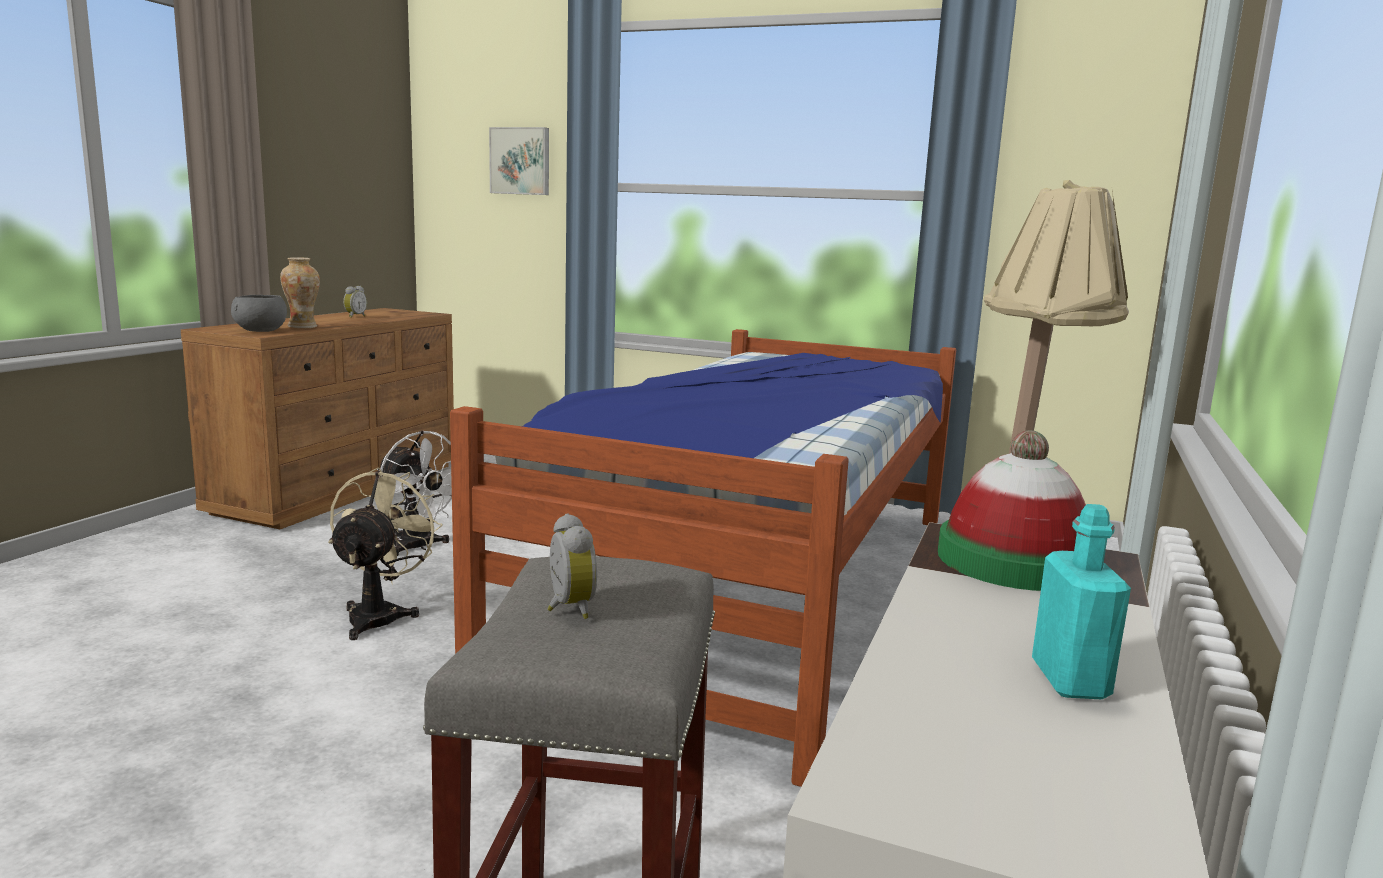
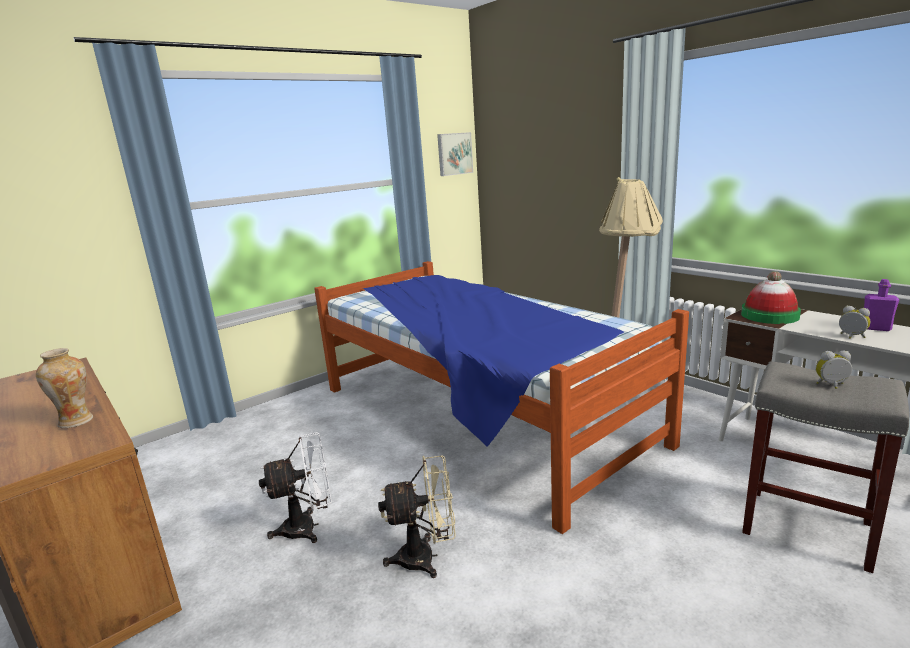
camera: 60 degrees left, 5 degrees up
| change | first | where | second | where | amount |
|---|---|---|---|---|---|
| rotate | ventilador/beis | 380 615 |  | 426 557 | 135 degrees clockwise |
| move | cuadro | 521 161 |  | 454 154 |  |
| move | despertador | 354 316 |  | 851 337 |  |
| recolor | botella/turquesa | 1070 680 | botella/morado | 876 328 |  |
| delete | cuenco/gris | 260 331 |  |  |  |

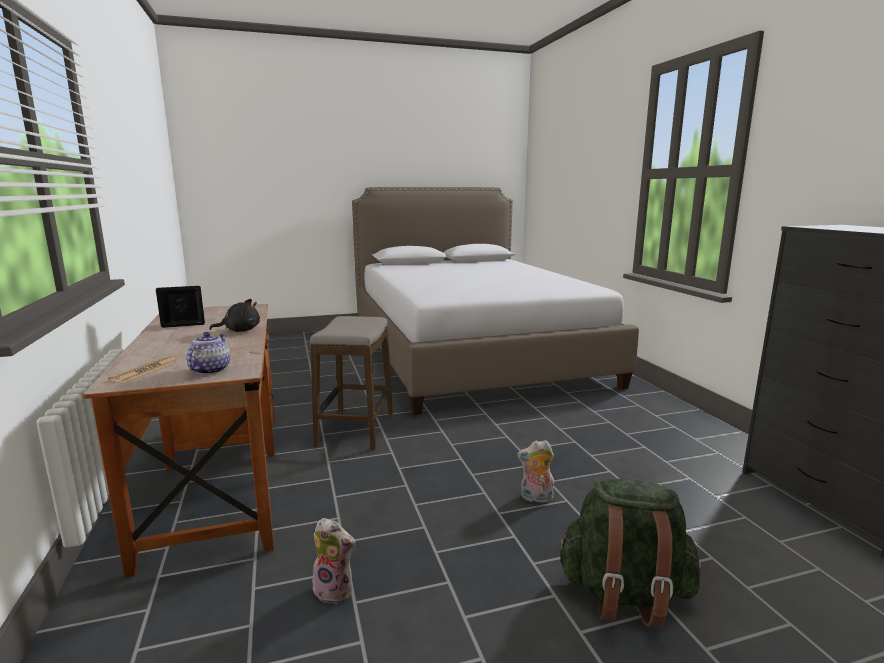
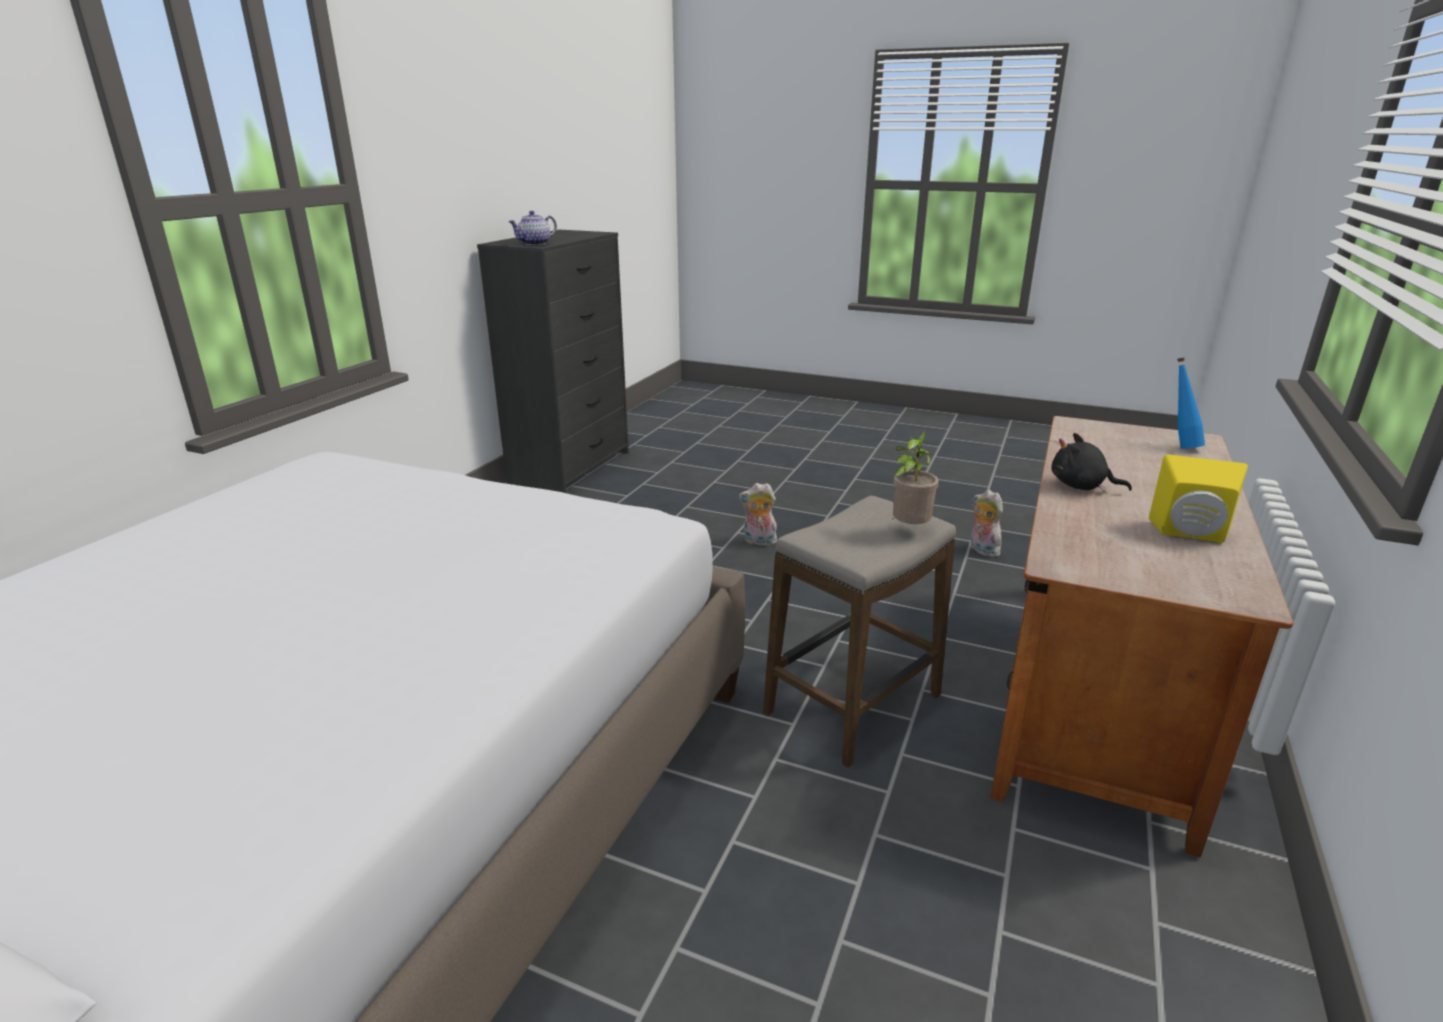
camera: 140 degrees left, 10 degrees up
| change | first | where | second | where | amount |
|---|---|---|---|---|---|
| move | tetera | 210 370 |  | 534 244 |  |
| rotate | peluche | 536 498 |  | 758 542 | 150 degrees clockwise |
| insert |  |  | planta en maceta | 908 529 |  |
| recolor | altavoz/negro | 184 323 | altavoz/amarillo | 1190 534 |  |
| replace | periódico | 145 370 | botella/azul | 1179 446 |  |
| delete | mochila/verde | 624 594 |  |  |  |

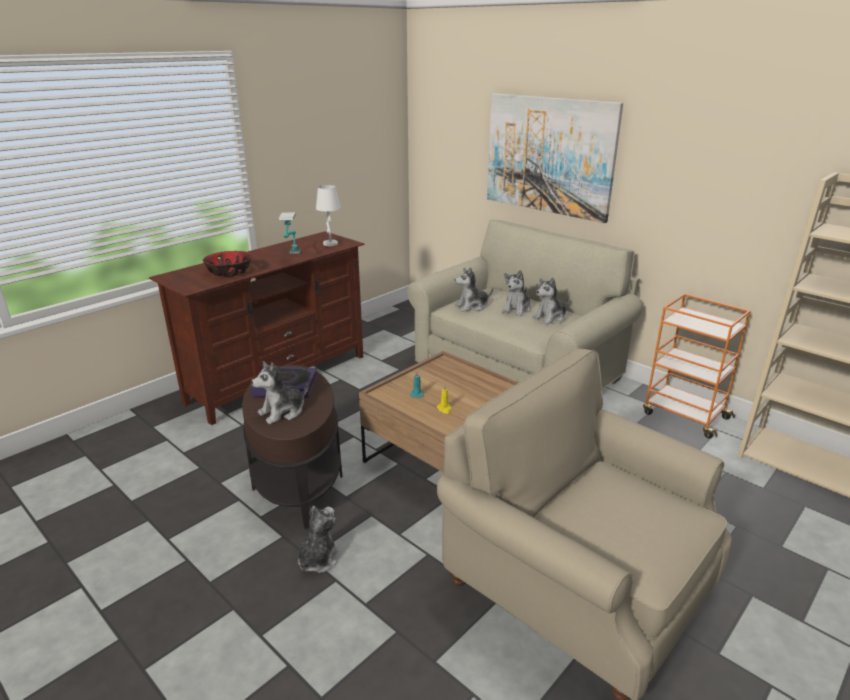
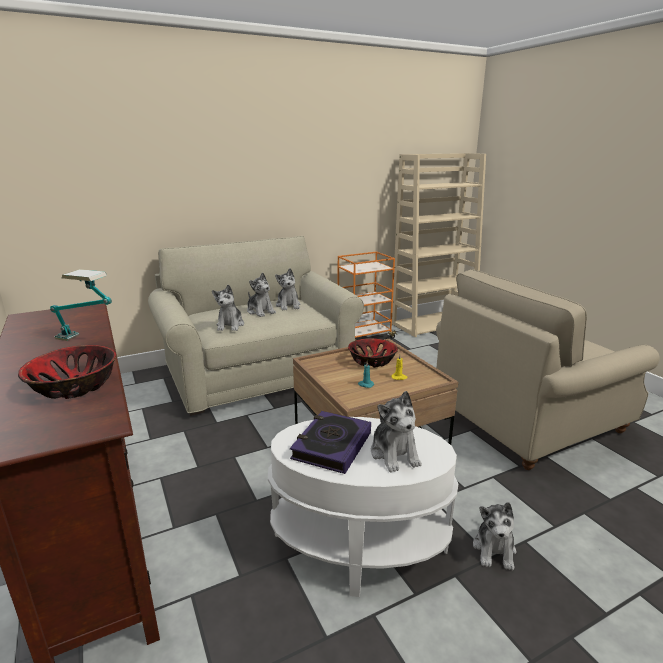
camera: 70 degrees left, 5 degrees down
| change | first | where | second | where | amount |
|---|---|---|---|---|---|
| recolor | mesa auxiliar/marrón | 298 481 | mesa auxiliar/blanco | 359 548 |  |
| insert |  |  | cuenco | 372 361 |  |
| rotate | peluche | 318 559 |  | 494 550 | 120 degrees counterclockwise |
| delete | lámpara de mesa/blanco | 330 243 |  |  |  |
| delete | cuadro | 549 155 |  |  |  |

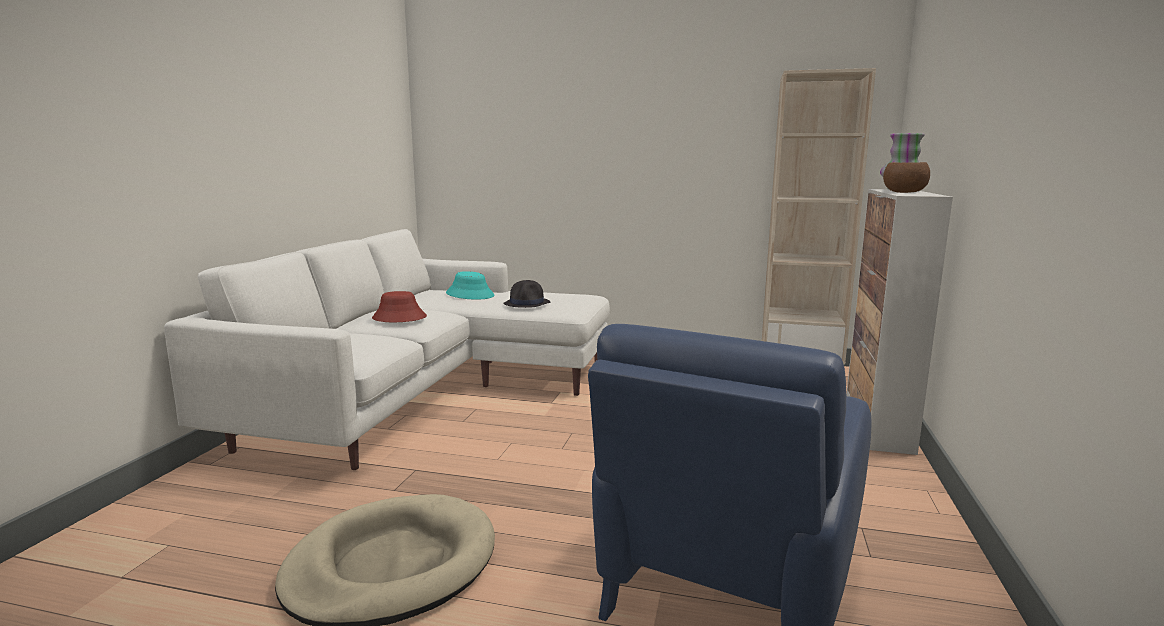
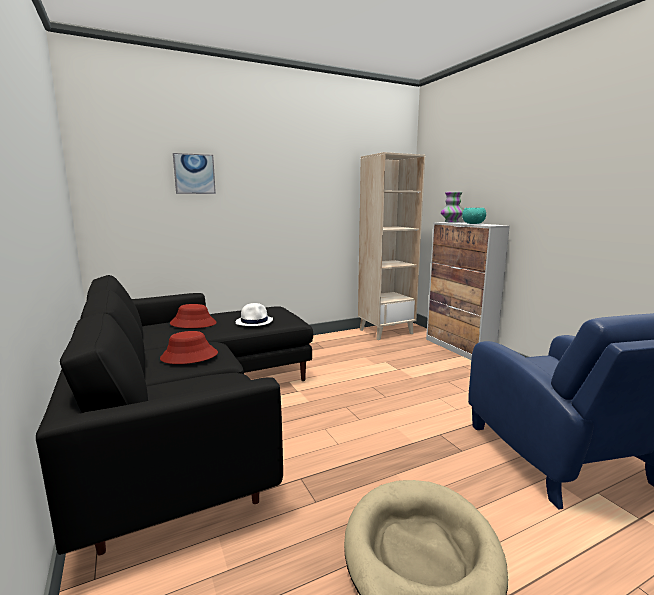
camera: 40 degrees left, 0 degrees up
| change | first | where | second | where | amount |
|---|---|---|---|---|---|
| recolor | sofá/blanco | 422 394 | sofá/negro | 192 418 |  |
| recolor | sombrero/turquesa | 470 294 | sombrero/rojo | 193 323 |  |
| insert |  |  | cuadro | 194 174 |  |
| recolor | sombrero/negro | 527 303 | sombrero/blanco | 254 321 |  |
| recolor | cuenco/marrón | 904 192 | cuenco/turquesa | 473 223 |  |

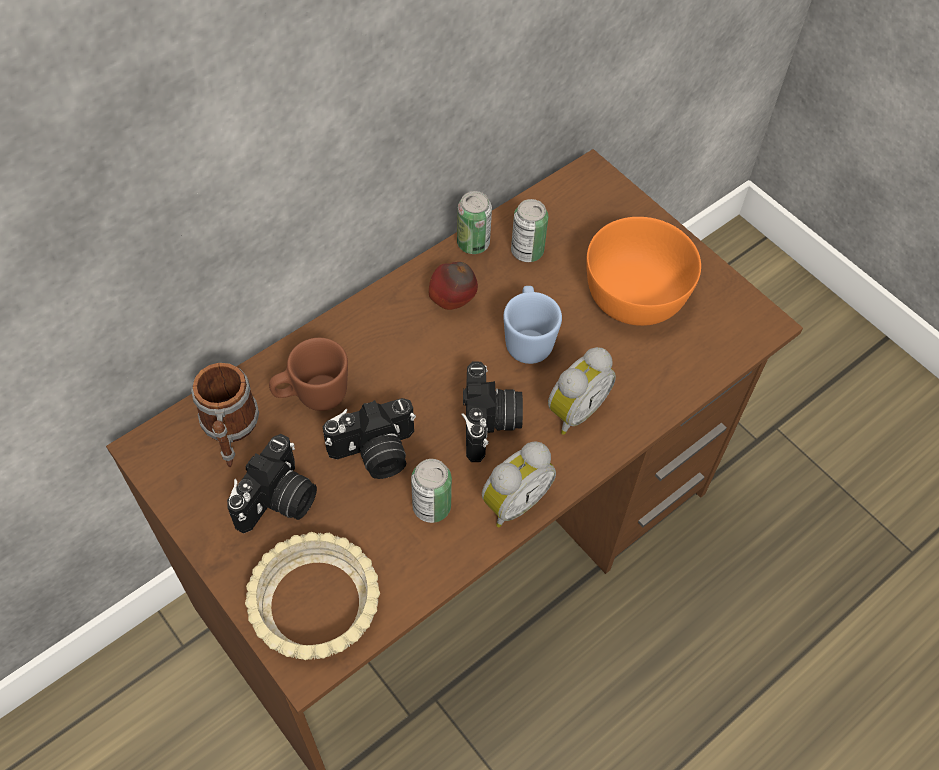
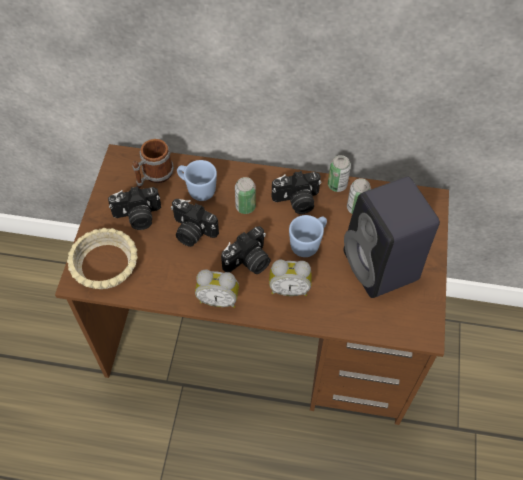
camera: 50 degrees right, 0 degrees up
| change | first | where | second | where | amount |
|---|---|---|---|---|---|
| recolor | taza grande/marrón | 312 396 | taza grande/azul | 197 189 |  |
| move | lata | 431 507 |  | 245 207 |  |
| replace | manzana | 452 302 | cámara | 297 201 |  |
| replace | cuenco/naranja | 636 293 | altavoz/negro | 382 267 |  |

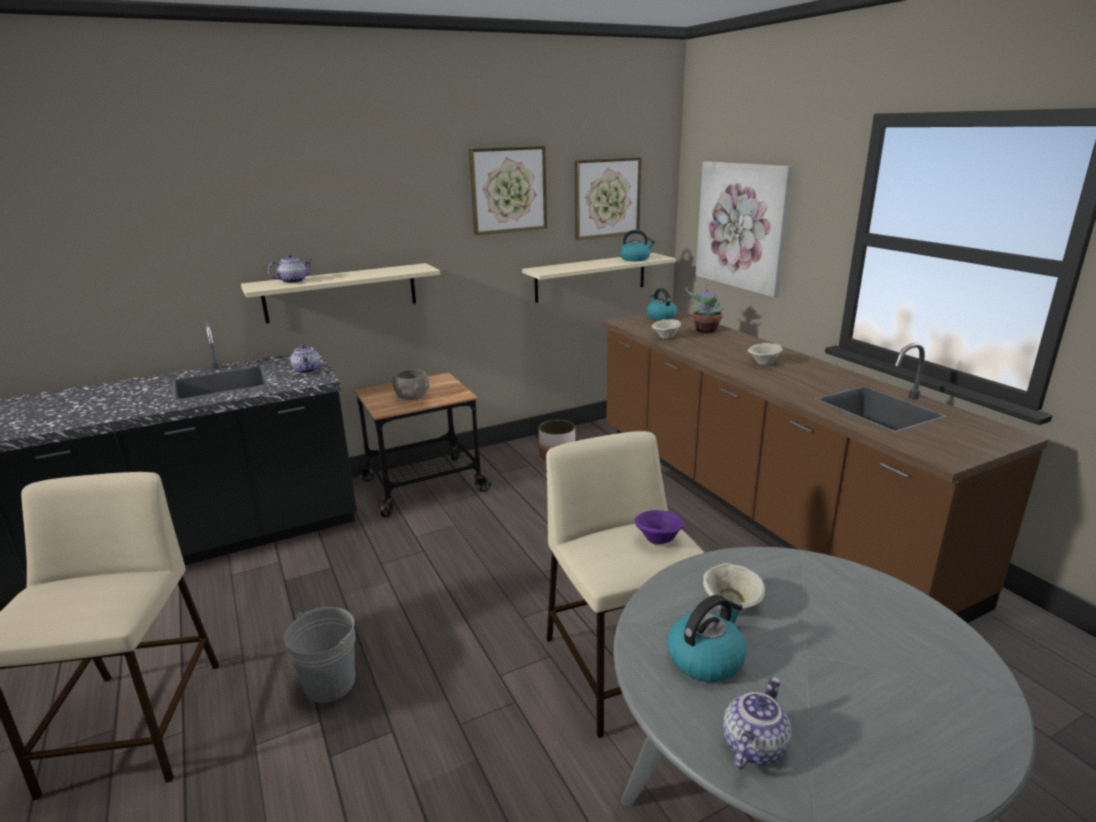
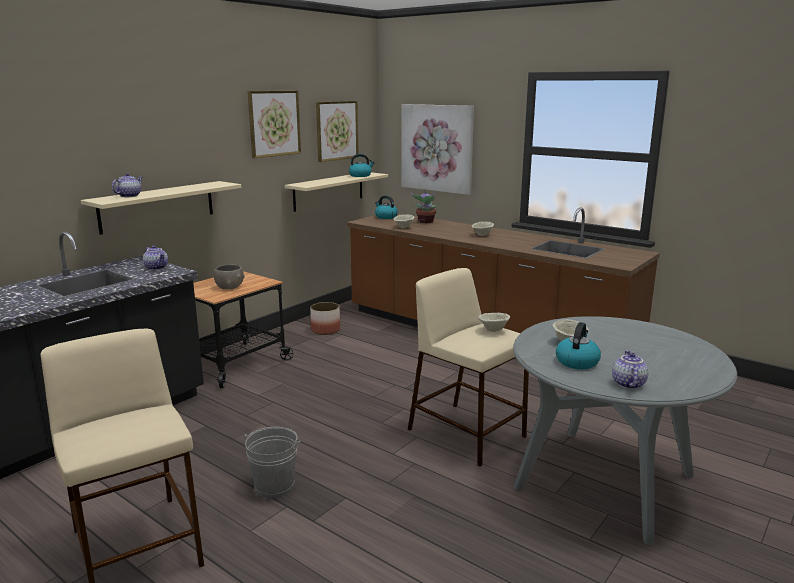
camera: 25 degrees left, 5 degrees down
| change | first | where | second | where | amount |
|---|---|---|---|---|---|
| recolor | cuenco/morado | 658 540 | cuenco/beis | 493 330 |  |

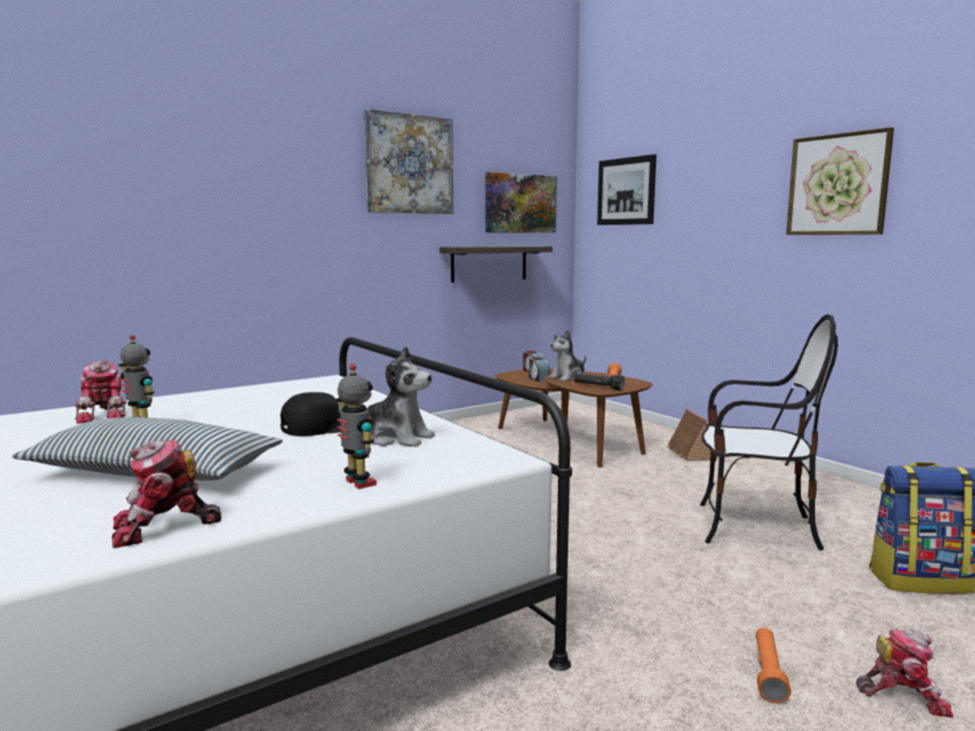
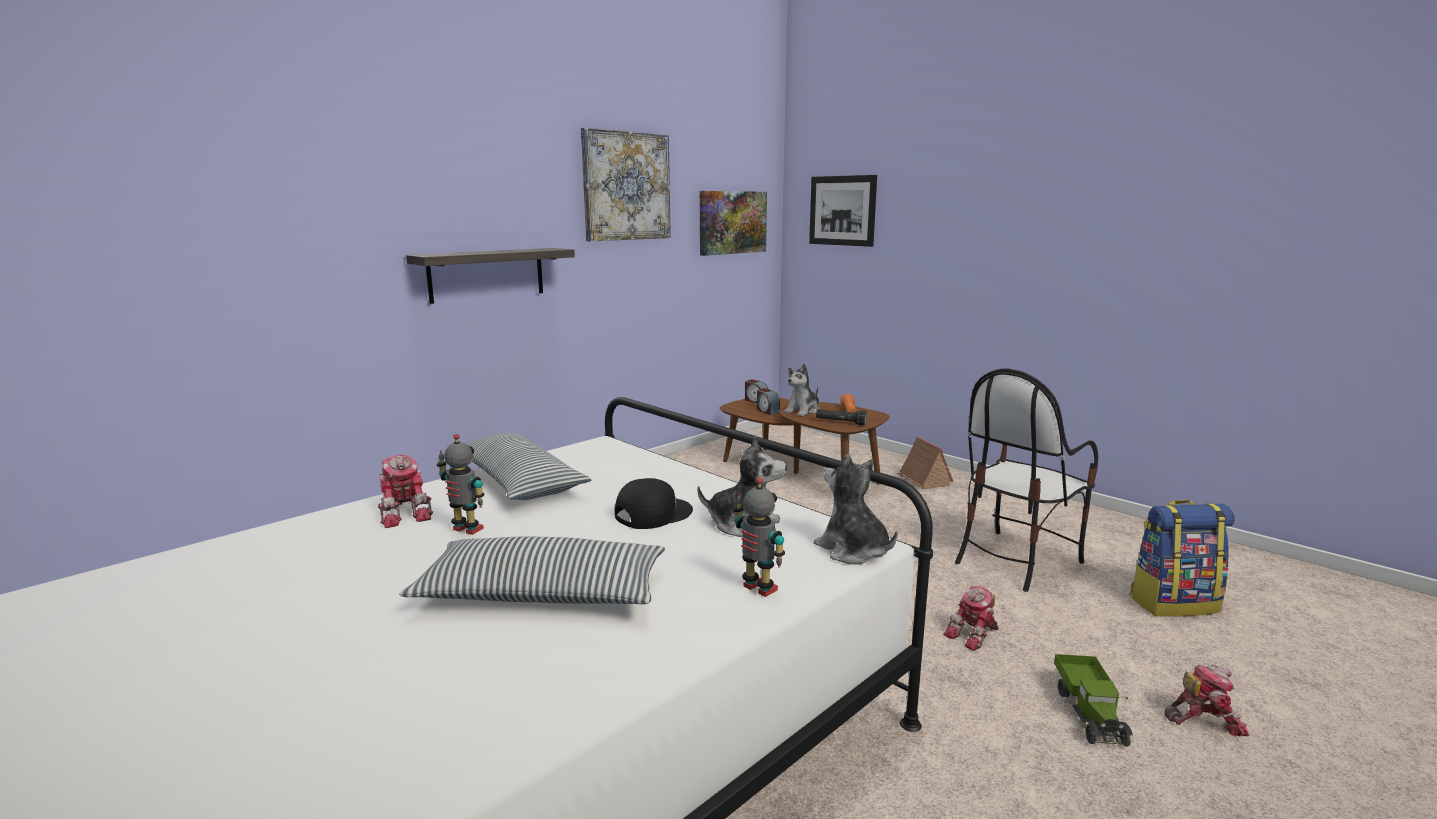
camera: 10 degrees left, 5 degrees up
| change | first | where | second | where | amount |
|---|---|---|---|---|---|
| move | estante | 489 263 |  | 487 274 |  |
| insert |  |  | cojín | 519 482 |  |
| insert |  |  | peluche | 853 551 |  |
| move | robot de juguete | 163 528 |  | 974 635 |  |
| rotate | silla | 754 527 |  | 1015 560 | 135 degrees clockwise |
| replace | linterna/naranja | 768 673 | camión de juguete | 1089 712 |  |
| delete | cuadro | 838 184 |  |  |  |

